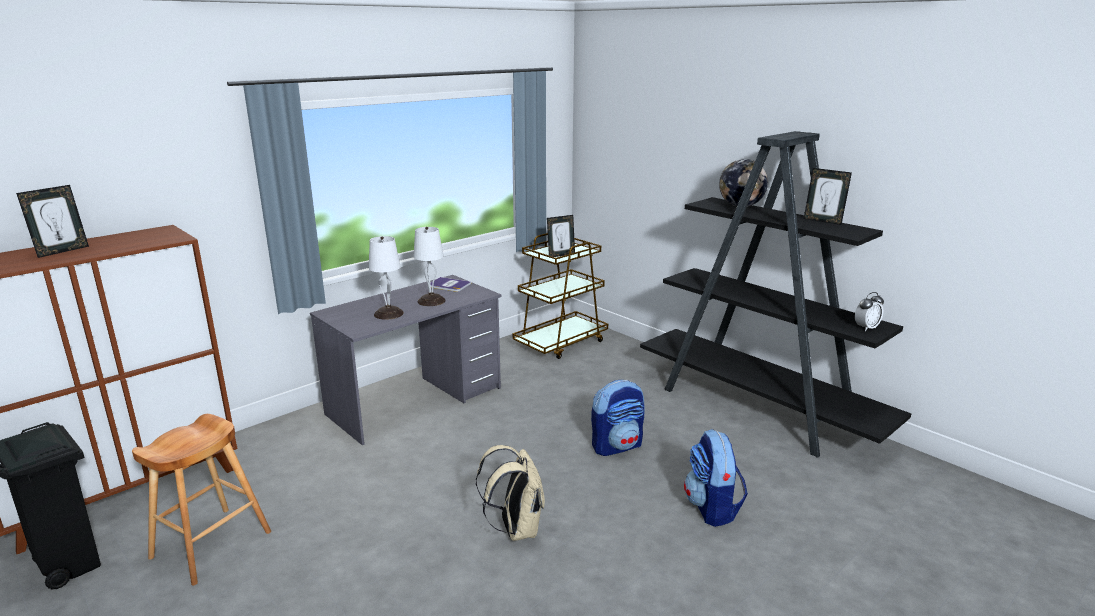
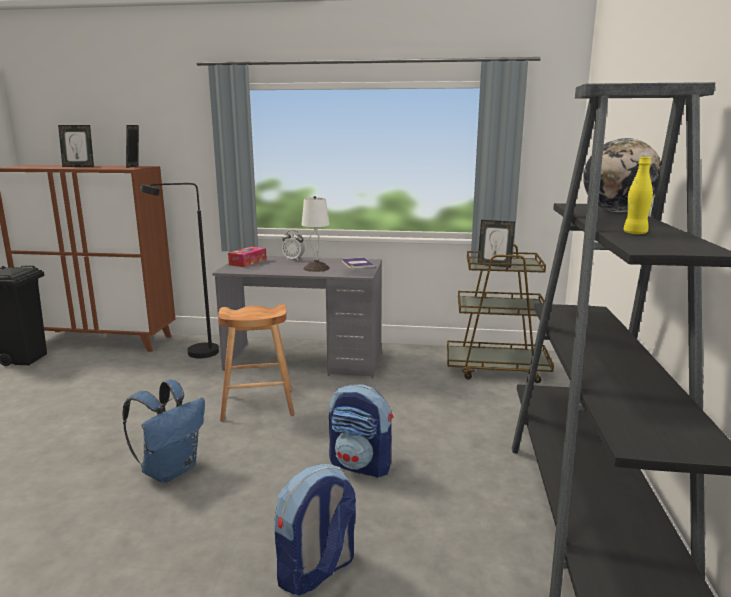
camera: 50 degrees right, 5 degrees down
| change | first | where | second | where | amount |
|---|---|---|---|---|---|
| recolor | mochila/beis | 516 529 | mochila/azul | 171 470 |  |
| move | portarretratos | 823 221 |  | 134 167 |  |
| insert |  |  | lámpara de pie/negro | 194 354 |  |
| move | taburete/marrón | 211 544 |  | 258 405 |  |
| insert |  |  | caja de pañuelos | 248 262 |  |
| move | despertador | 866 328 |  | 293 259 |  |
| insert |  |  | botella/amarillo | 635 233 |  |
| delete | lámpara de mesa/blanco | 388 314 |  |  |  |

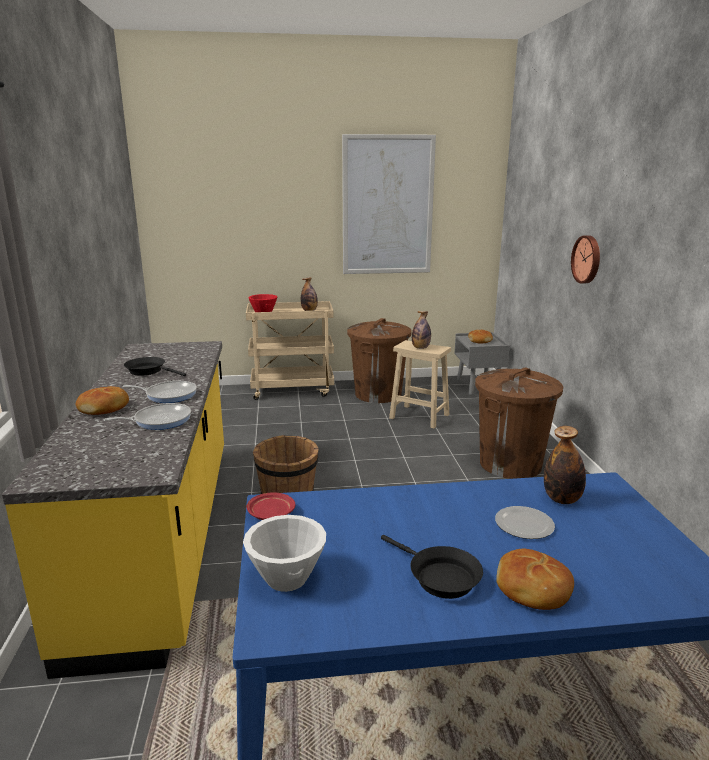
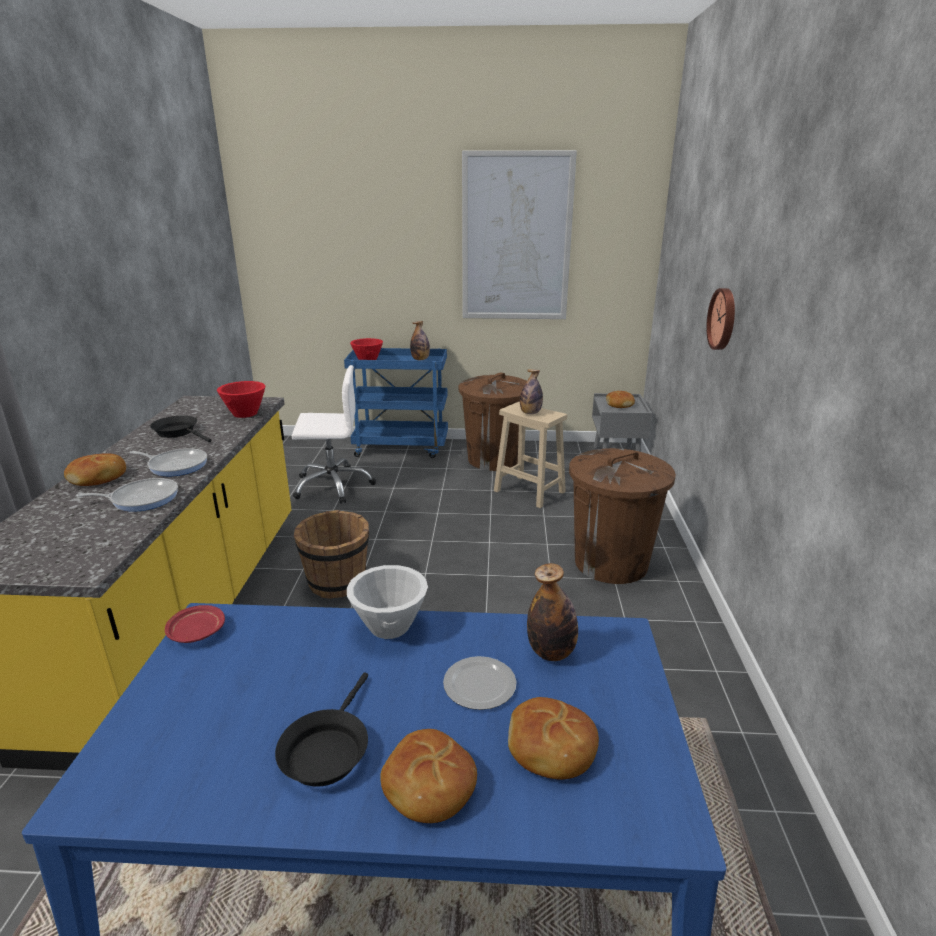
camera: 10 degrees right, 5 degrees up
| change | first | where | second | where | amount |
|---|---|---|---|---|---|
| insert |  |  | cuenco/rojo | 245 413 |  |
| rotate | sartén/negro | 439 577 |  | 327 750 | 45 degrees clockwise |
| insert |  |  | silla de oficina/blanco | 333 485 |  |
| recolor | carrito/beis | 293 390 | carrito/azul | 402 448 |  |
| move | cuenco/blanco | 286 578 |  | 389 626 |  |
| insert |  |  | pan | 550 748 |  |

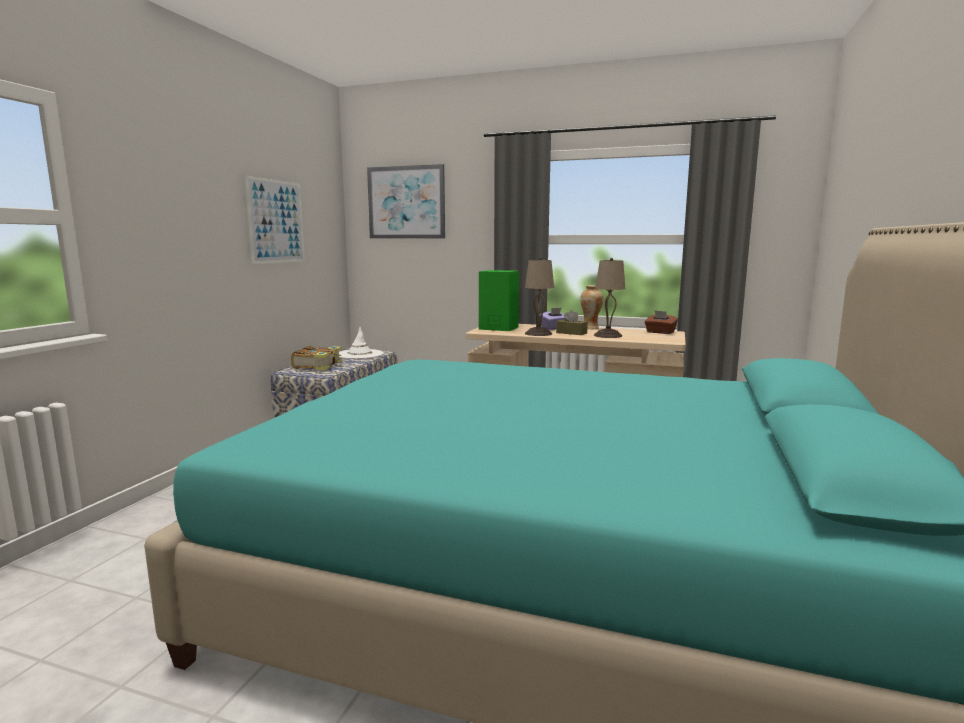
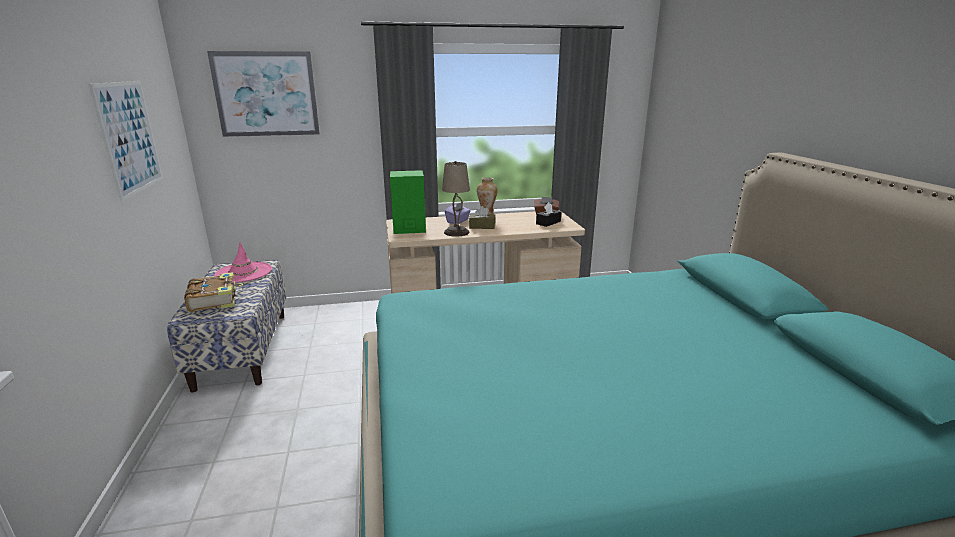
camera: 30 degrees left, 10 degrees up
| change | first | where | second | where | amount |
|---|---|---|---|---|---|
| recolor | sombrero/blanco | 359 354 | sombrero/rosa | 243 272 |  |
| insert |  |  | caja de pañuelos/negro | 548 222 |  |
| delete | lámpara de mesa/beis | 607 335 |  |  |  |

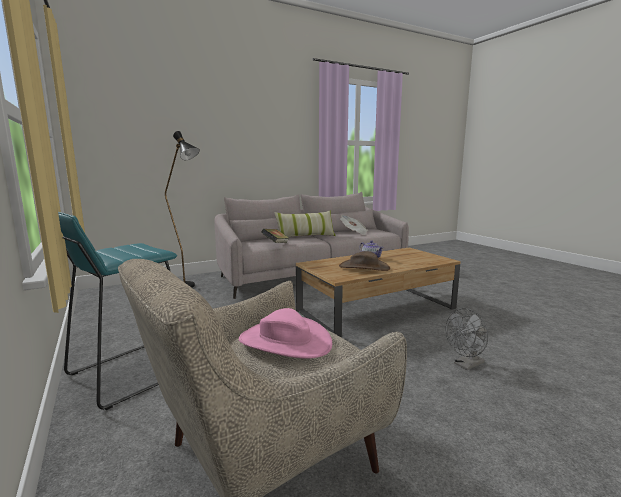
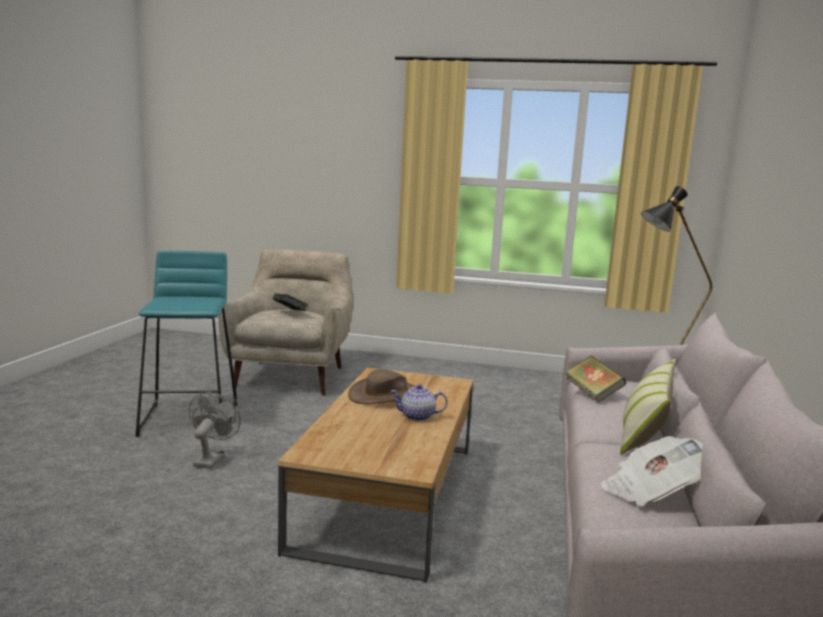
camera: 130 degrees right, 0 degrees up
| change | first | where | second | where | amount |
|---|---|---|---|---|---|
| move | taburete/turquesa | 129 372 |  | 190 418 |  |
| replace | sombrero/rosa | 284 341 | libro | 290 314 |  |

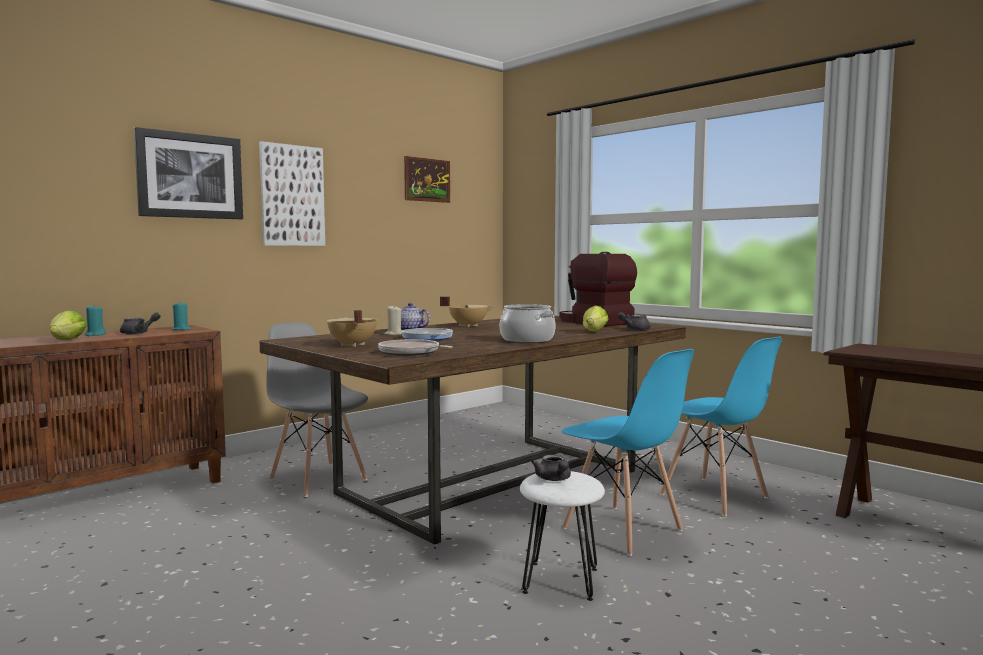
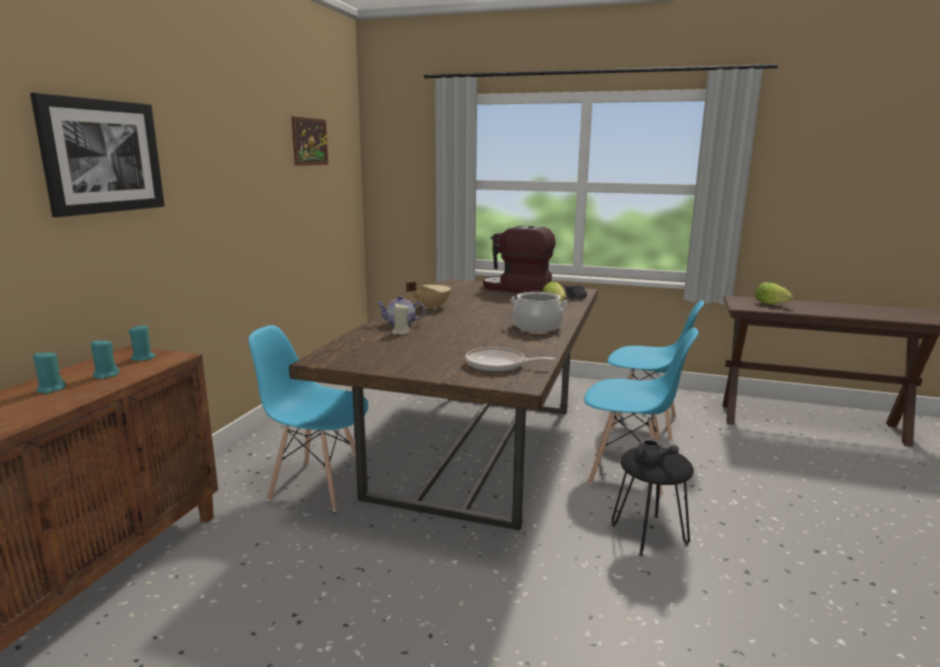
camera: 30 degrees left, 10 degrees up
| change | first | where | second | where | amount |
|---|---|---|---|---|---|
| replace | tetera/gris | 139 333 | vela/turquesa | 106 375 |  |
| recolor | silla/gris | 318 479 | silla/azul | 318 486 |  |
| recolor | taburete/blanco | 561 580 | taburete/negro | 649 534 |  |
| move | lechuga | 66 340 |  | 773 304 |  |
| delete | cuadro | 292 195 |  |  |  |
| delete | olla/beis | 352 345 |  |  |  |
| delete | sartén | 428 338 |  |  |  |

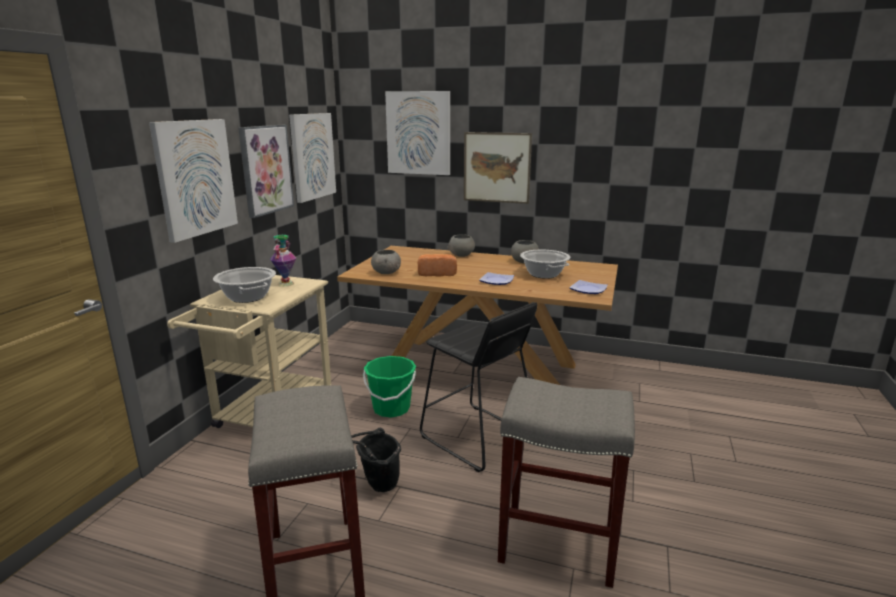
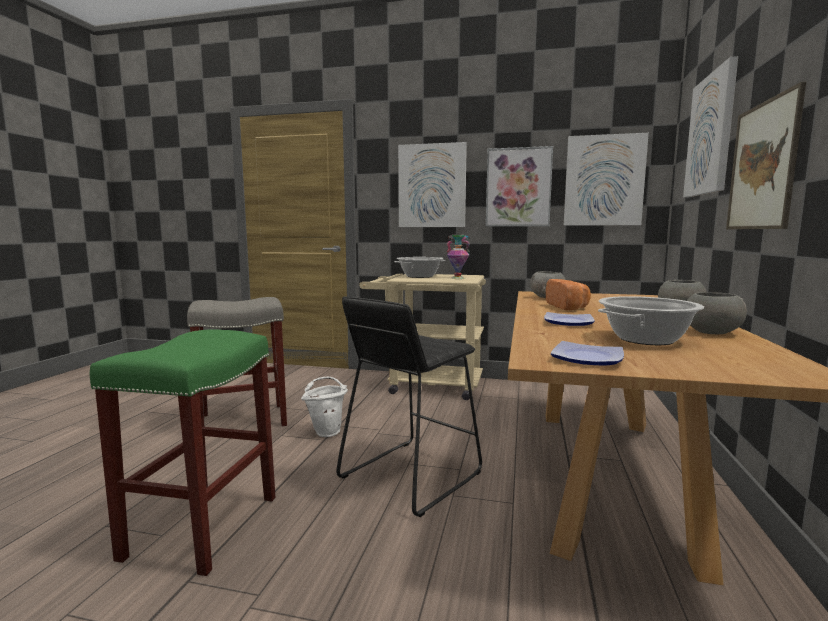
camera: 85 degrees right, 10 degrees down
| change | first | where | second | where | amount |
|---|---|---|---|---|---|
| recolor | taburete/gris | 559 543 | taburete/verde | 202 528 |  |
| recolor | cubo/negro | 378 485 | cubo/blanco | 327 431 |  |
| delete | cubo/verde | 391 408 |  |  |  |

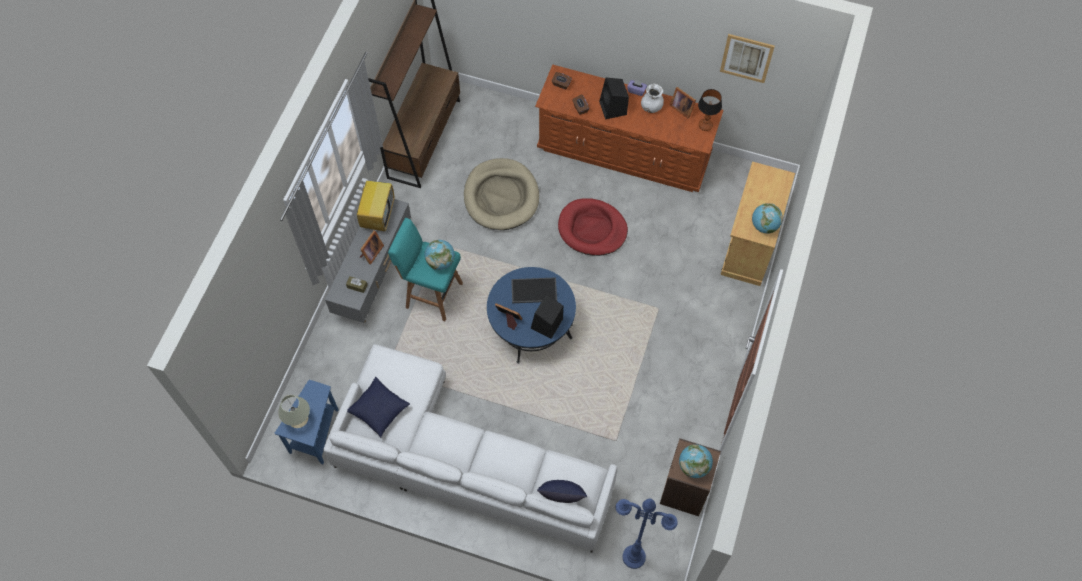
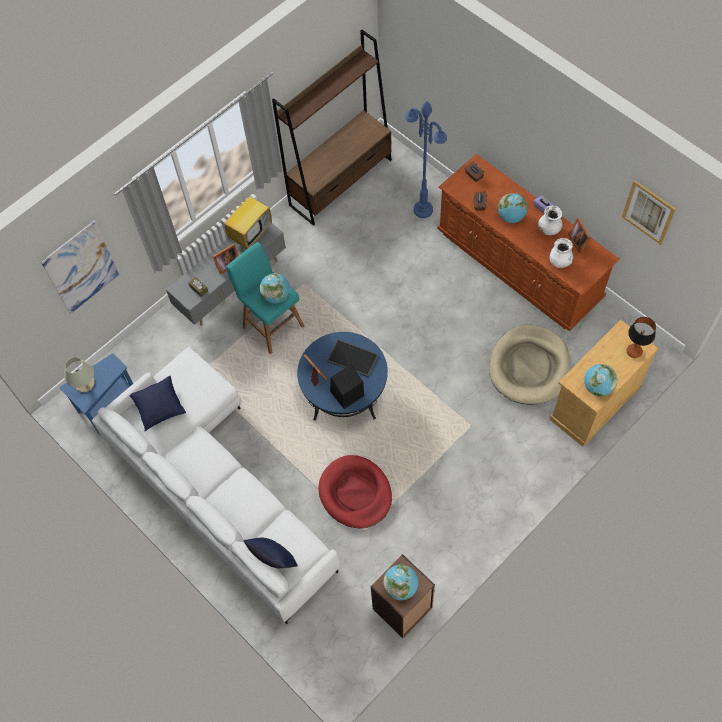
camera: 30 degrees right, 0 degrees up
| change | first | where | second | where | amount |
|---|---|---|---|---|---|
| insert |  |  | cuadro | 81 268 |  |
| move | cama para perro/rojo | 592 229 |  | 355 493 |  |
| move | lámpara de pie/azul | 633 557 |  | 422 210 |  |
| move | cama para perro/beis | 501 196 |  | 529 366 |  |
| replace | altavoz/negro | 613 108 | globo terráqueo | 511 216 |  |
| insert |  |  | florero/blanco | 559 261 |  |
| move | lámpara de mesa | 705 125 |  | 634 352 |  |

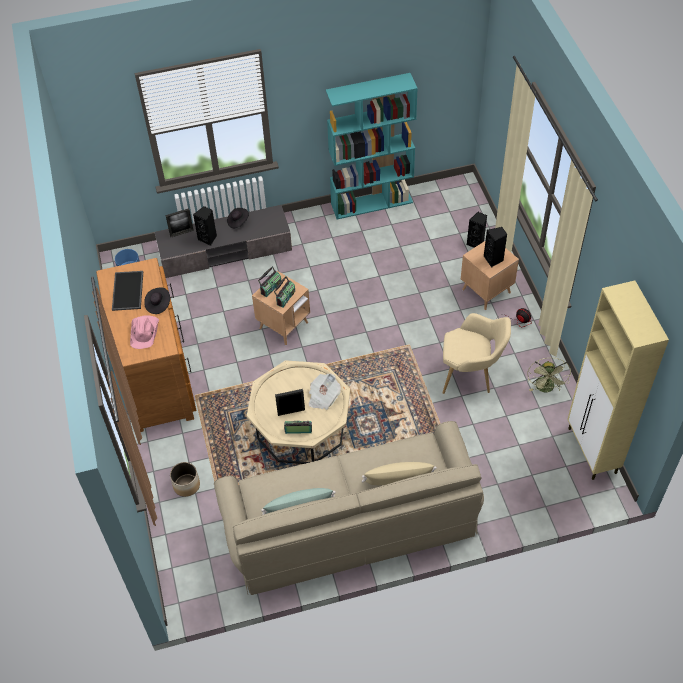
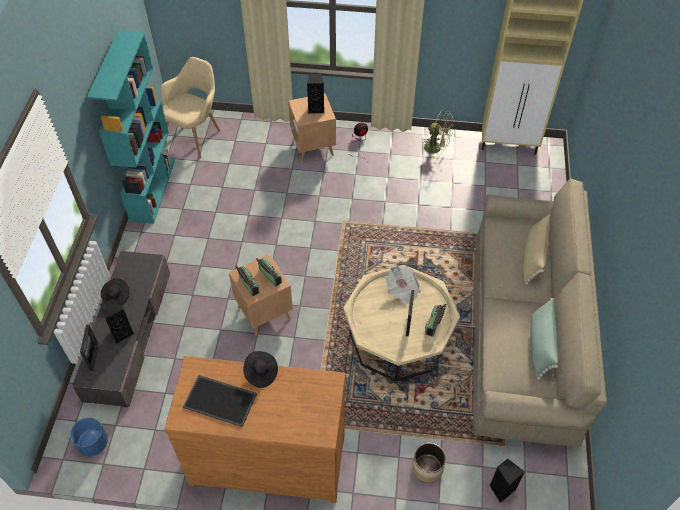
camera: 70 degrees left, 0 degrees up
| change | first | where | second | where | amount |
|---|---|---|---|---|---|
| move | sillón/beis | 471 376 |  | 196 135 |  |
| move | altavoz/negro | 476 243 |  | 501 489 |  |
| delete | sombrero/rosa | 145 332 |  |  |  |

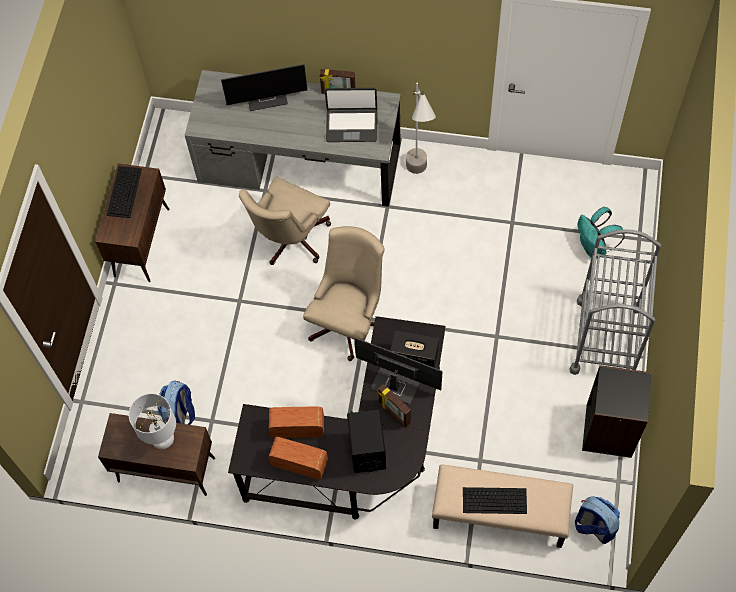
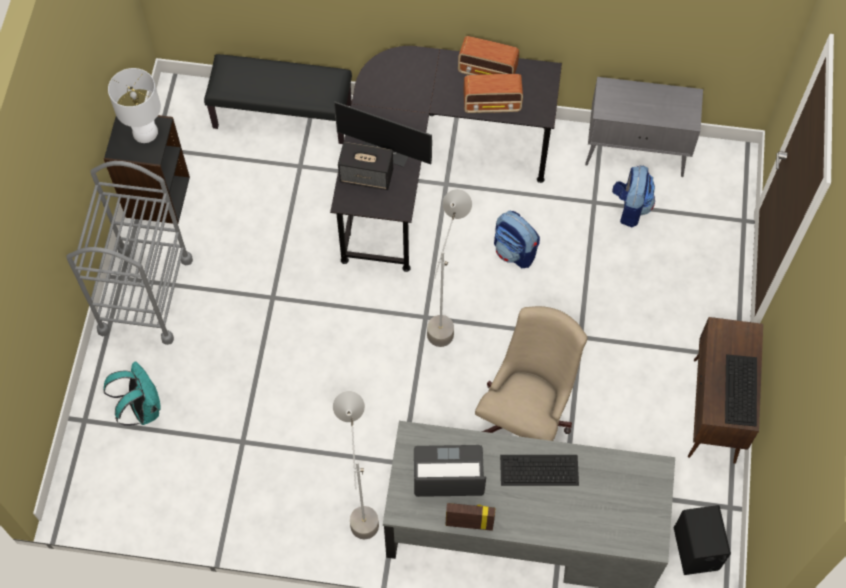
camera: 175 degrees right, 0 degrees up
| change | first | where | second | where | amount |
|---|---|---|---|---|---|
| move | lámpara de mesa/blanco | 162 439 |  | 145 131 |  |
| recolor | banco/beis | 499 515 | banco/negro | 283 115 |  |
| replace | silla de oficina/beis | 349 320 | lámpara de pie/gris | 446 314 |  |
| move | mochila | 594 526 |  | 515 251 |  |
| move | teclado | 495 500 |  | 538 470 |  |
| recolor | armario/marrón | 165 470 | armario/gris | 636 153 |  |
| move | altavoz/negro | 367 450 |  | 696 549 |  |
| delete | monitor | 267 98 |  |  |  |
| delete | portarretratos | 394 413 |  |  |  |

